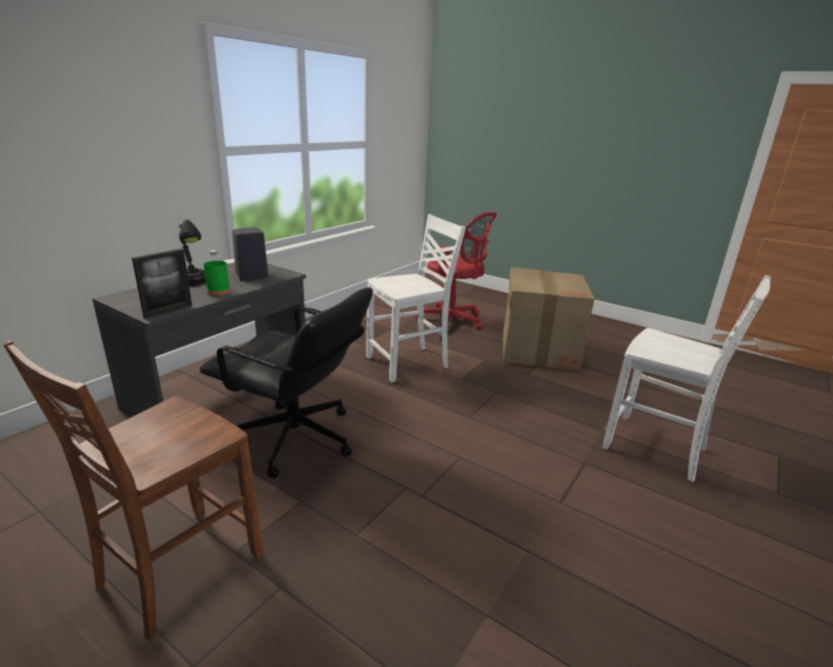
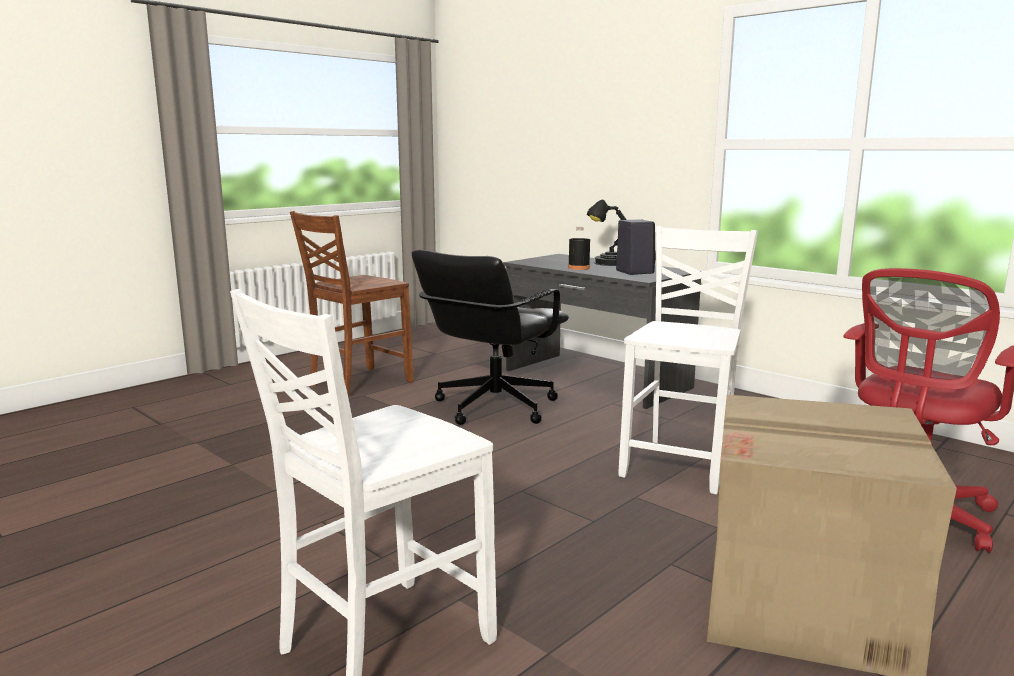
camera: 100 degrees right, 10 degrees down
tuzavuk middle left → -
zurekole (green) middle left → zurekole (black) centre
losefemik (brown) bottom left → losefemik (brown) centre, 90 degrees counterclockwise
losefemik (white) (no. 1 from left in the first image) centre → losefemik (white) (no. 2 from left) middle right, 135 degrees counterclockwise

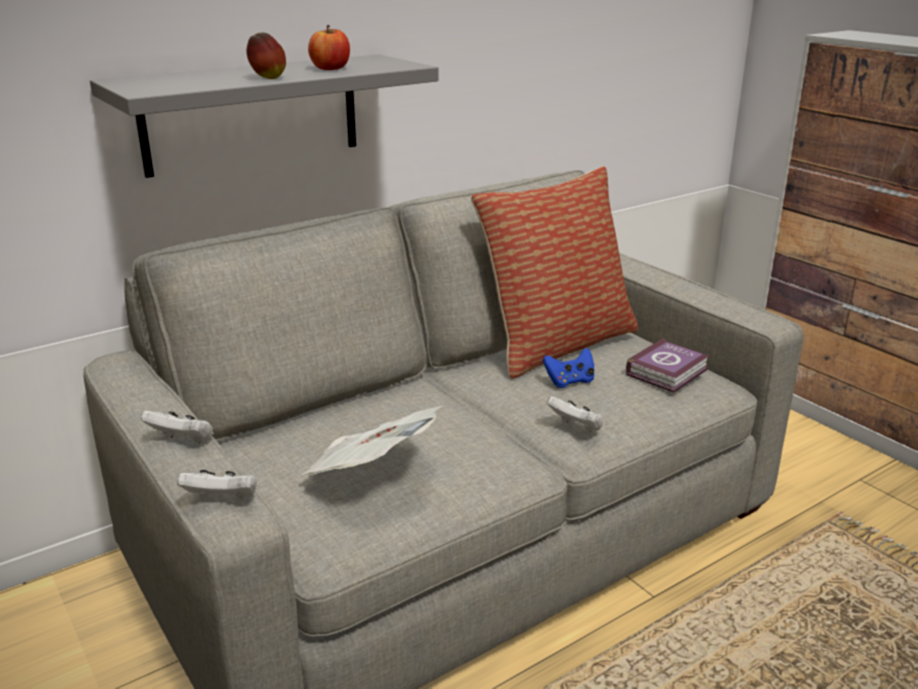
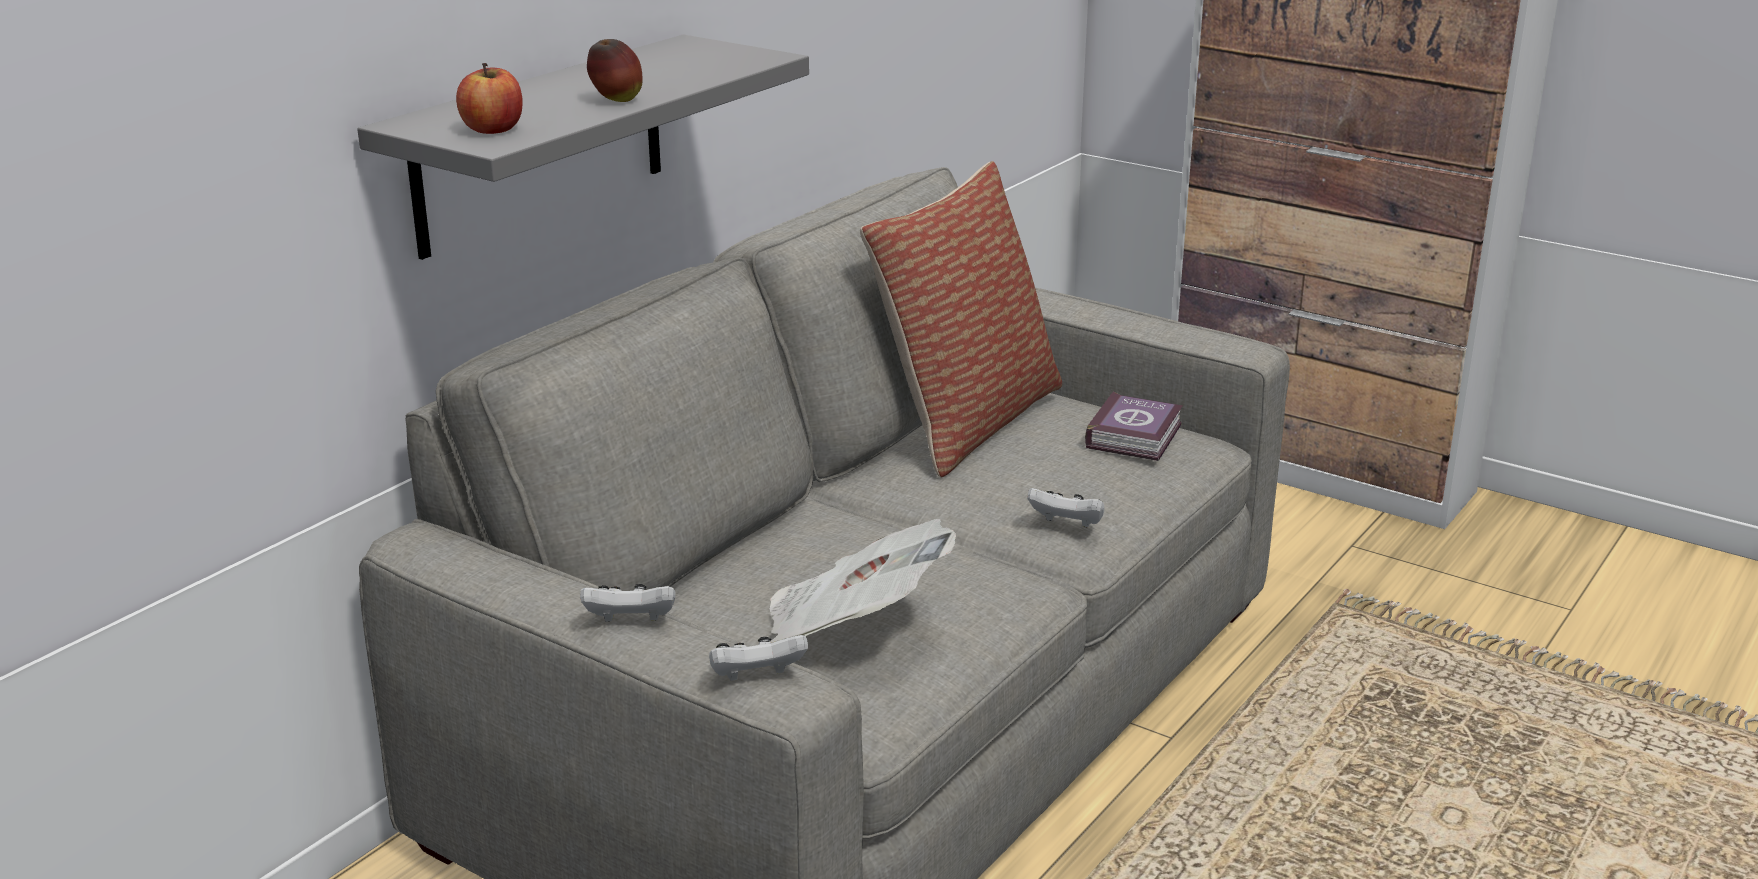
camera: 20 degrees left, 0 degrees up
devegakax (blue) centre → -
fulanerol (no. 2 from left in the first image) top centre → fulanerol (no. 1 from left) top left, shifted

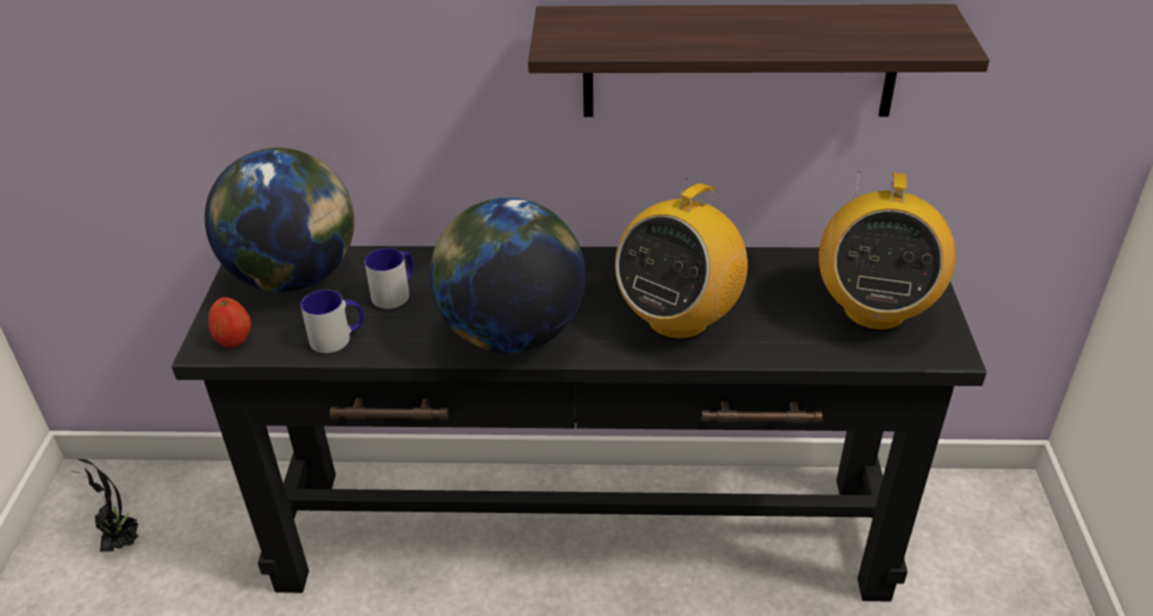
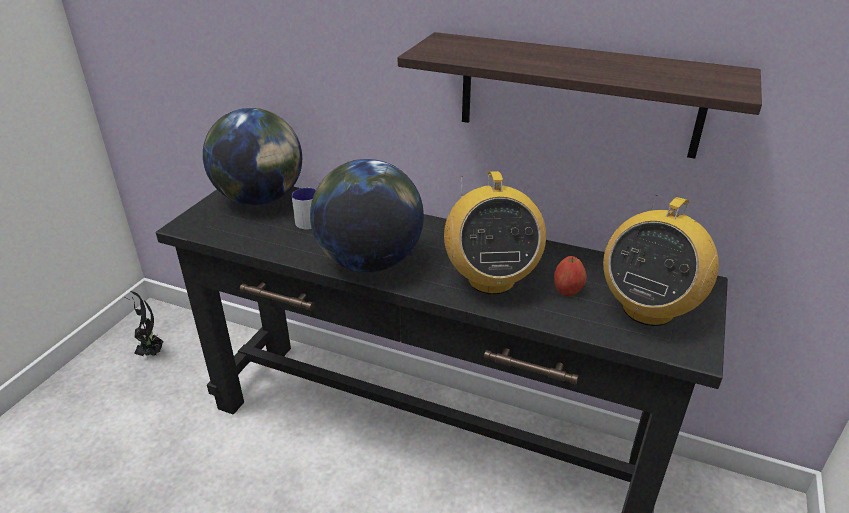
camera: 20 degrees right, 5 degrees down
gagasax (no. 1 from left) middle left → -
fulanerol middle left → fulanerol middle right, shifted
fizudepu (no. 1 from left) centre, 60 degrees counterclockwise

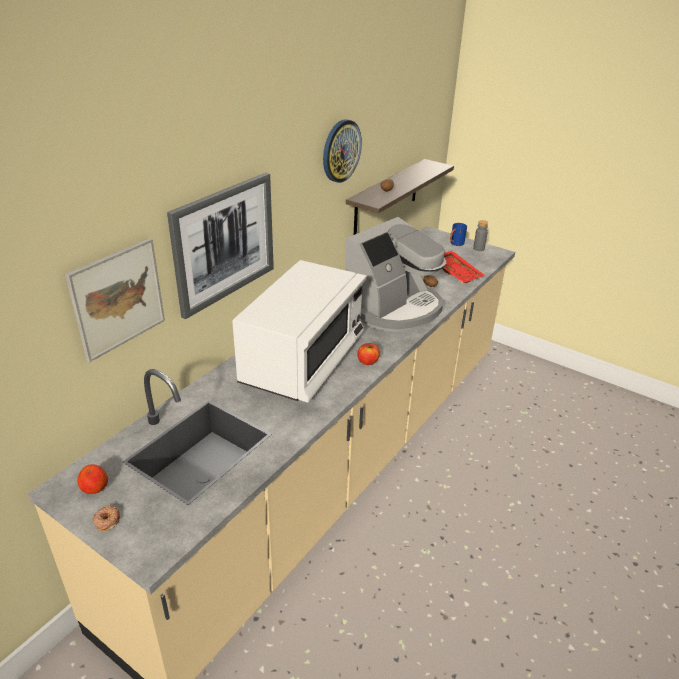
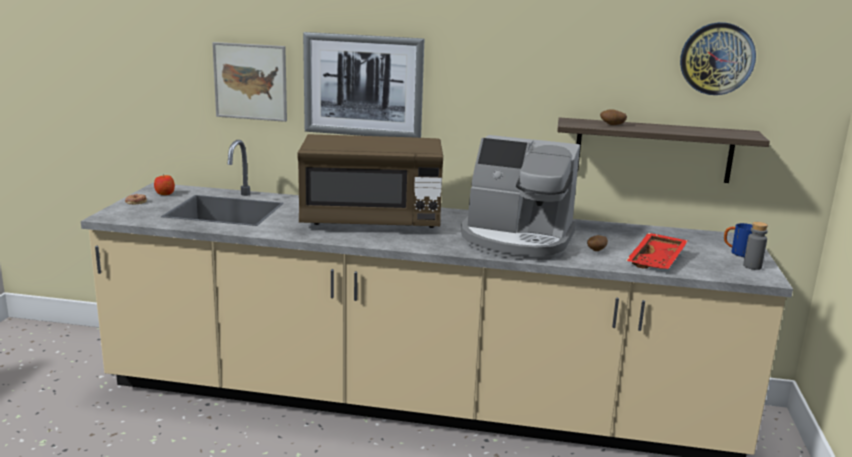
camera: 65 degrees right, 15 degrees down
fulanerol (no. 2 from left) centre → -
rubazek top centre → rubazek top right, shifted
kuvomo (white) centre → kuvomo (brown) centre

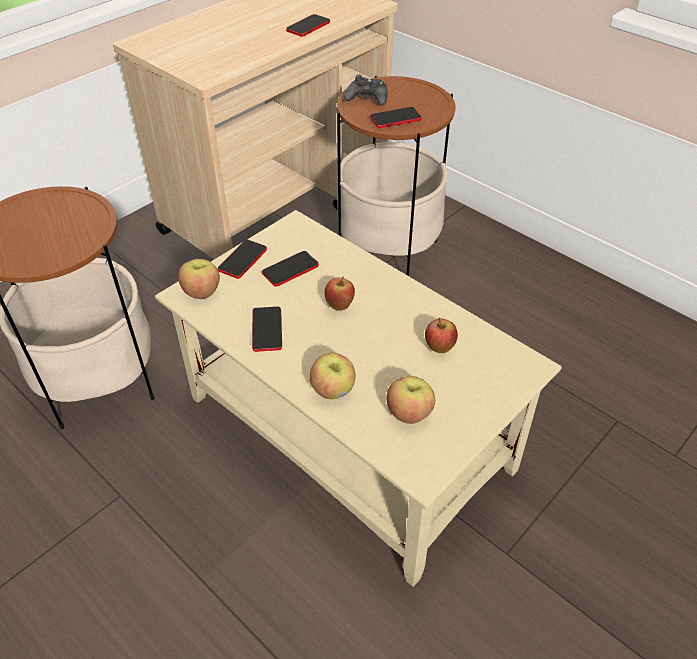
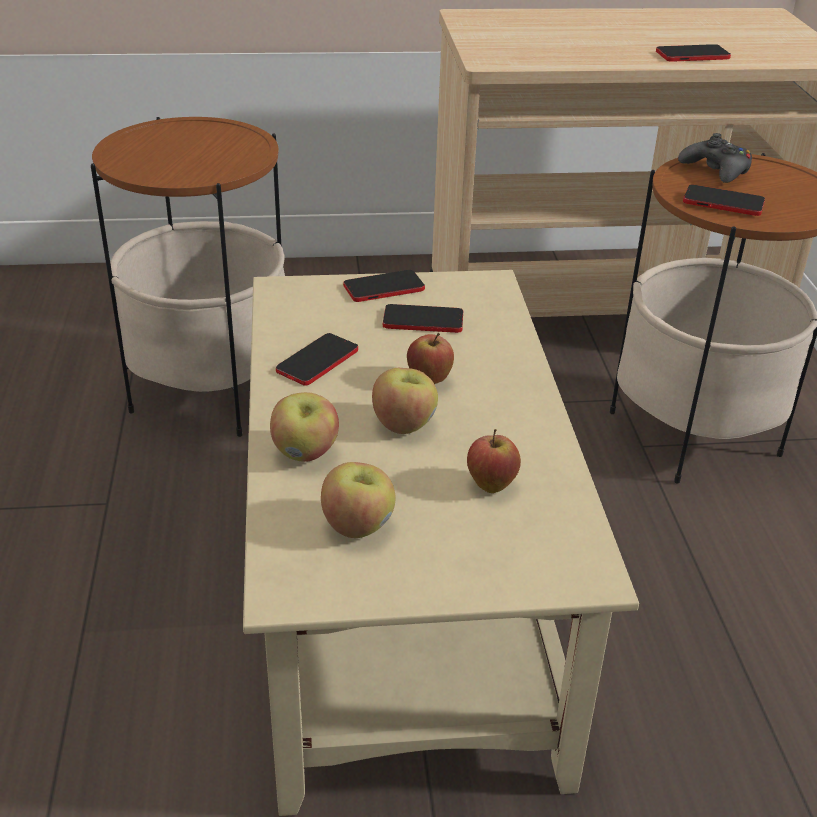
camera: 40 degrees right, 10 degrees down
fulanerol (no. 1 from left in the first image) middle left → fulanerol (no. 3 from left) centre, shifted

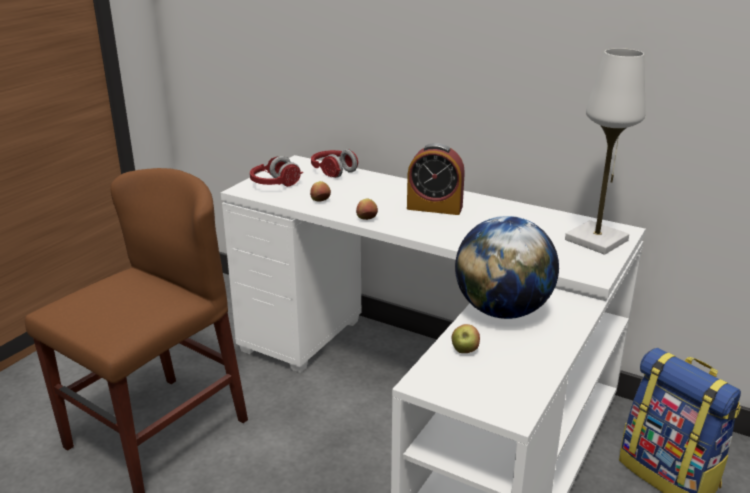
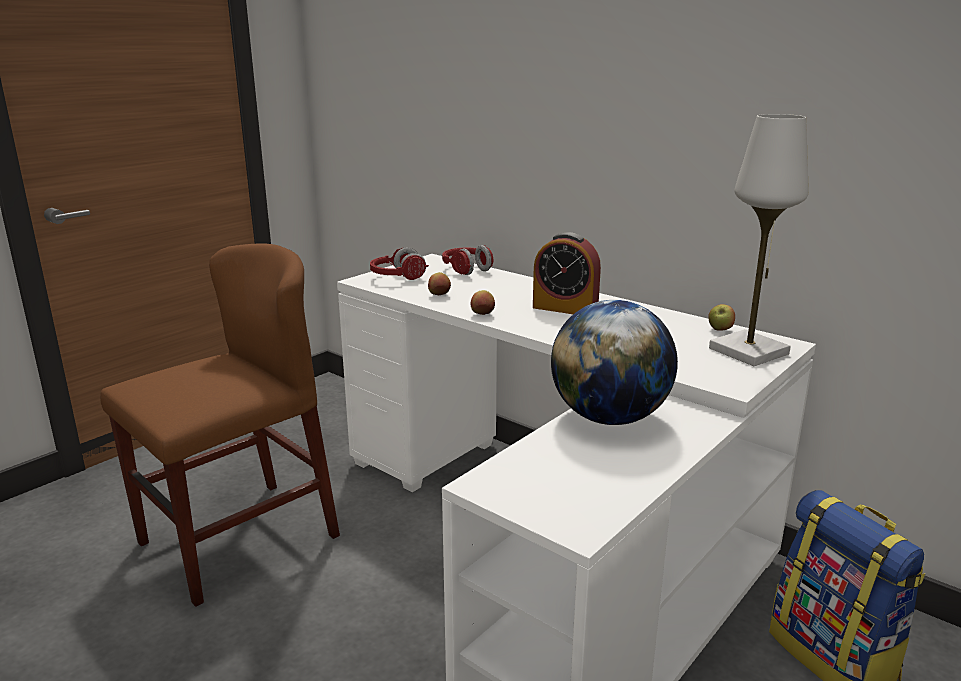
camera: 10 degrees right, 5 degrees down
fulanerol (no. 3 from left) bottom centre → fulanerol (no. 3 from left) middle right, shifted

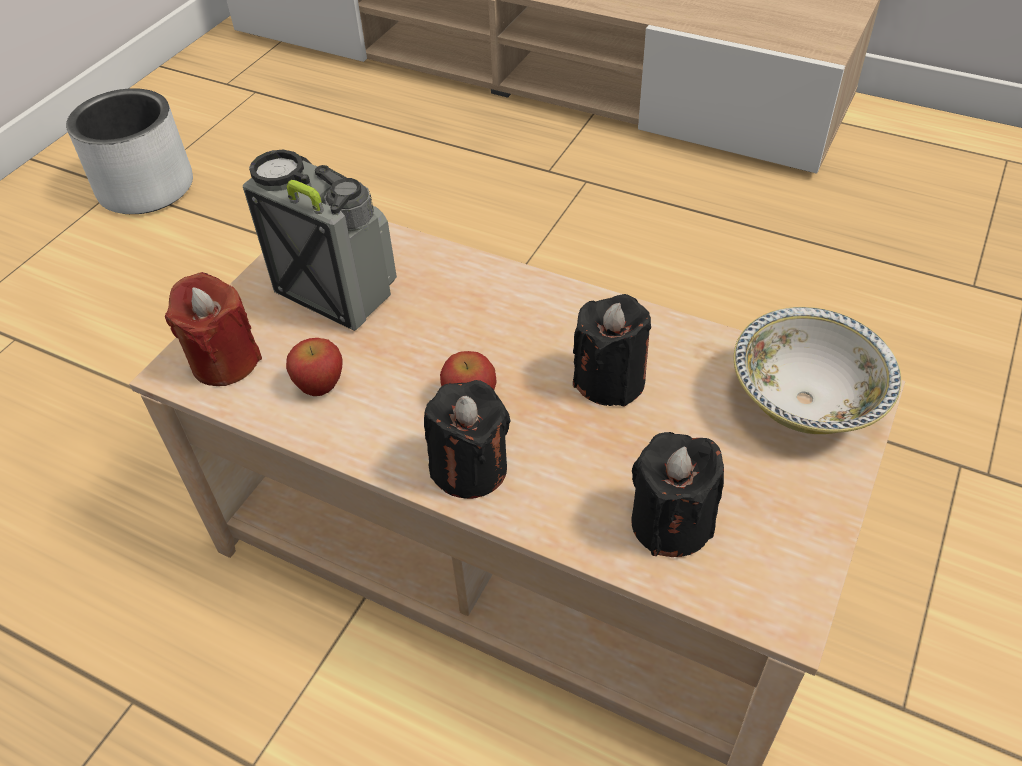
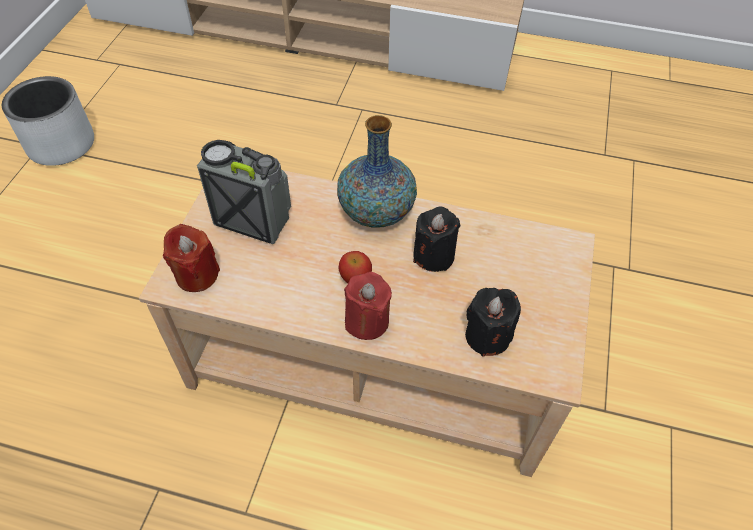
camera: 15 degrees left, 5 degrees up
fulanerol (no. 1 from left) middle left → -
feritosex middle right → -
- → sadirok top centre
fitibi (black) (no. 1 from left) centre → fitibi (red) (no. 2 from left) centre

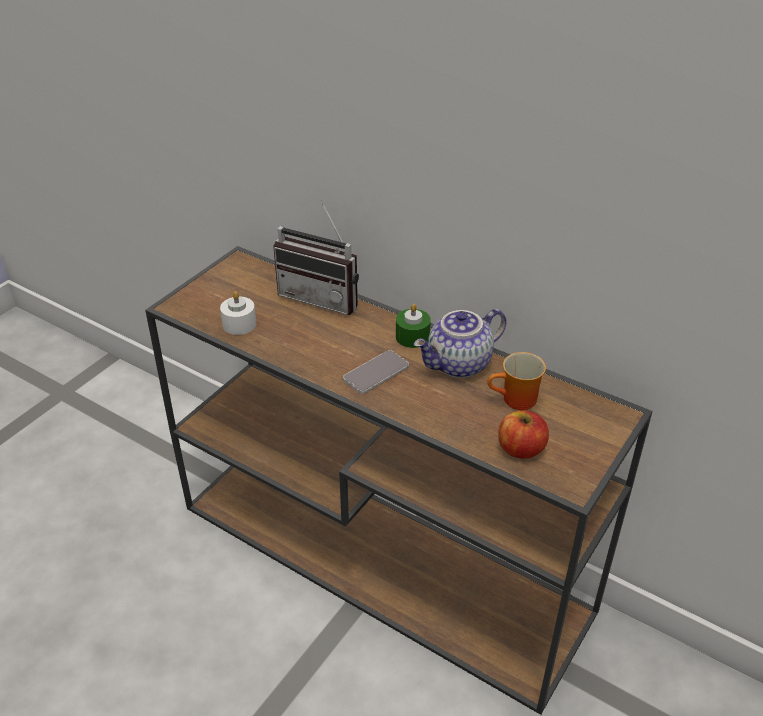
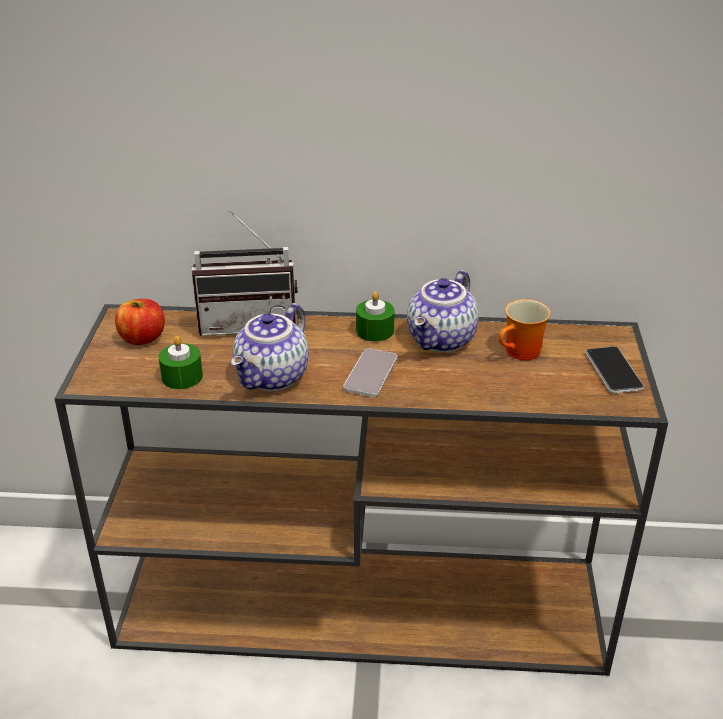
camera: 30 degrees left, 5 degrees down
- → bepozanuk (no. 1 from left) centre
- → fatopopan (no. 2 from left) middle right
fulanerol middle right → fulanerol middle left, shifted
fitibi (white) middle left → fitibi (green) (no. 1 from left) middle left

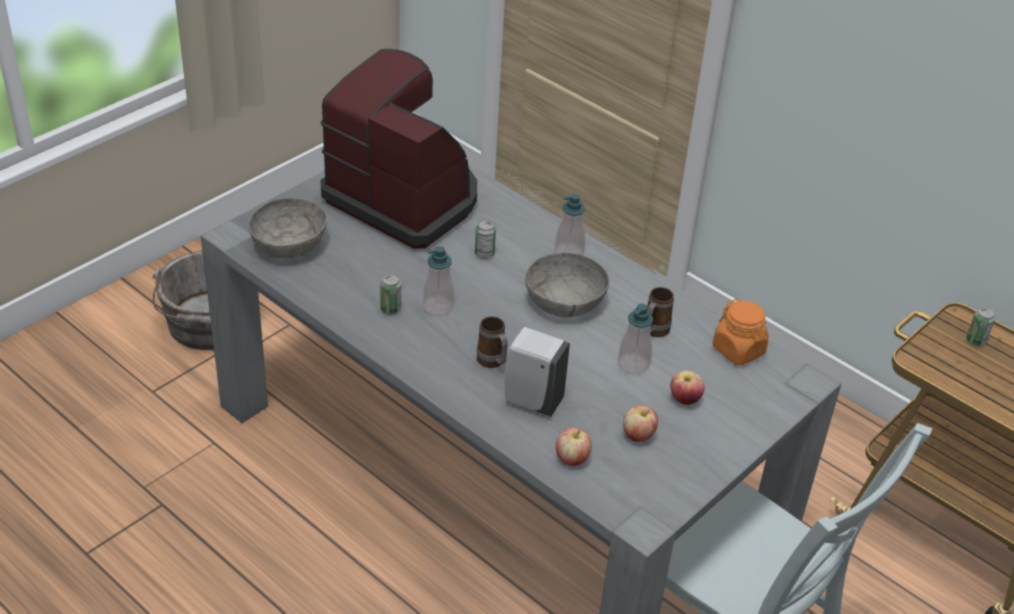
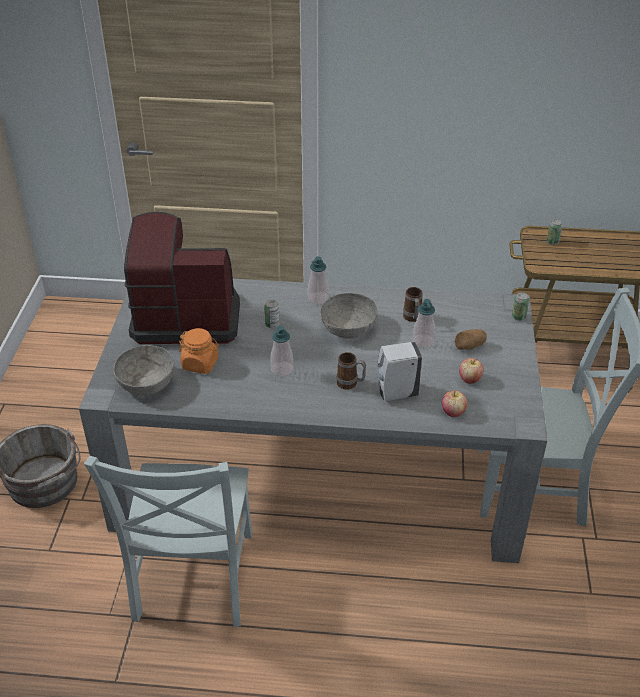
camera: 35 degrees left, 0 degrees up
- → losefemik (grey) (no. 1 from left) bottom left
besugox (no. 1 from left in the first image) centre → besugox (no. 2 from left) middle right, shifted
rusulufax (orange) middle right → rusulufax (orange) middle left, shifted
fulanerol (no. 3 from left) middle right → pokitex middle right

